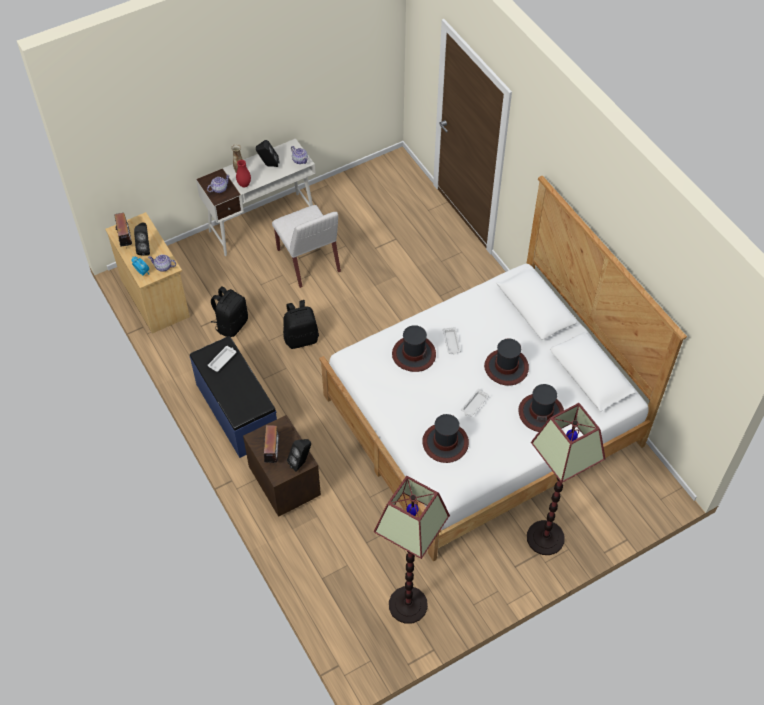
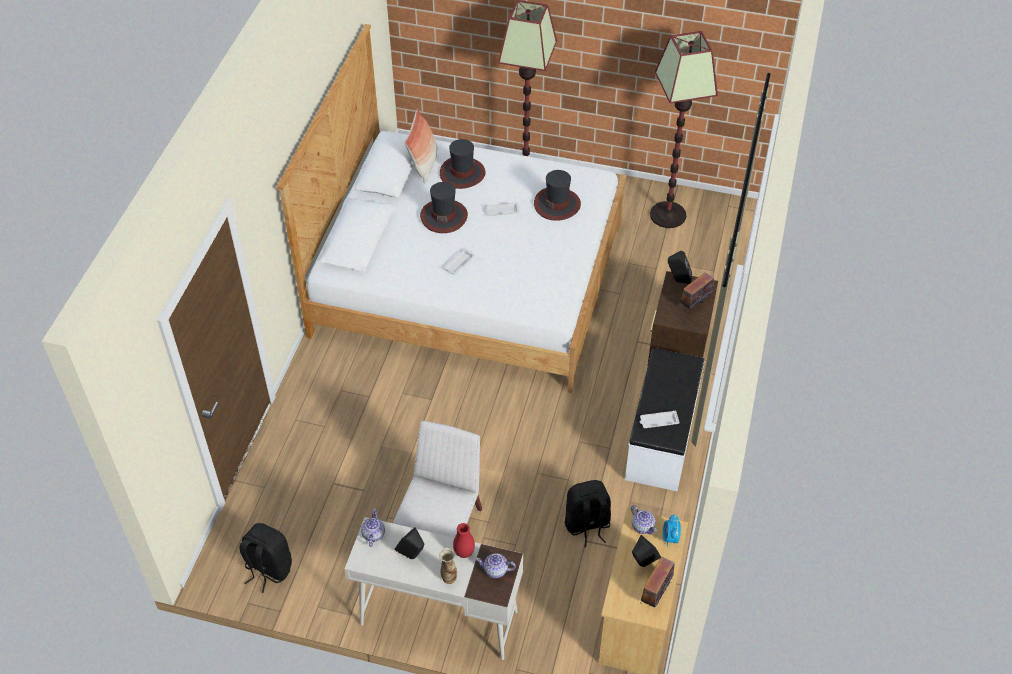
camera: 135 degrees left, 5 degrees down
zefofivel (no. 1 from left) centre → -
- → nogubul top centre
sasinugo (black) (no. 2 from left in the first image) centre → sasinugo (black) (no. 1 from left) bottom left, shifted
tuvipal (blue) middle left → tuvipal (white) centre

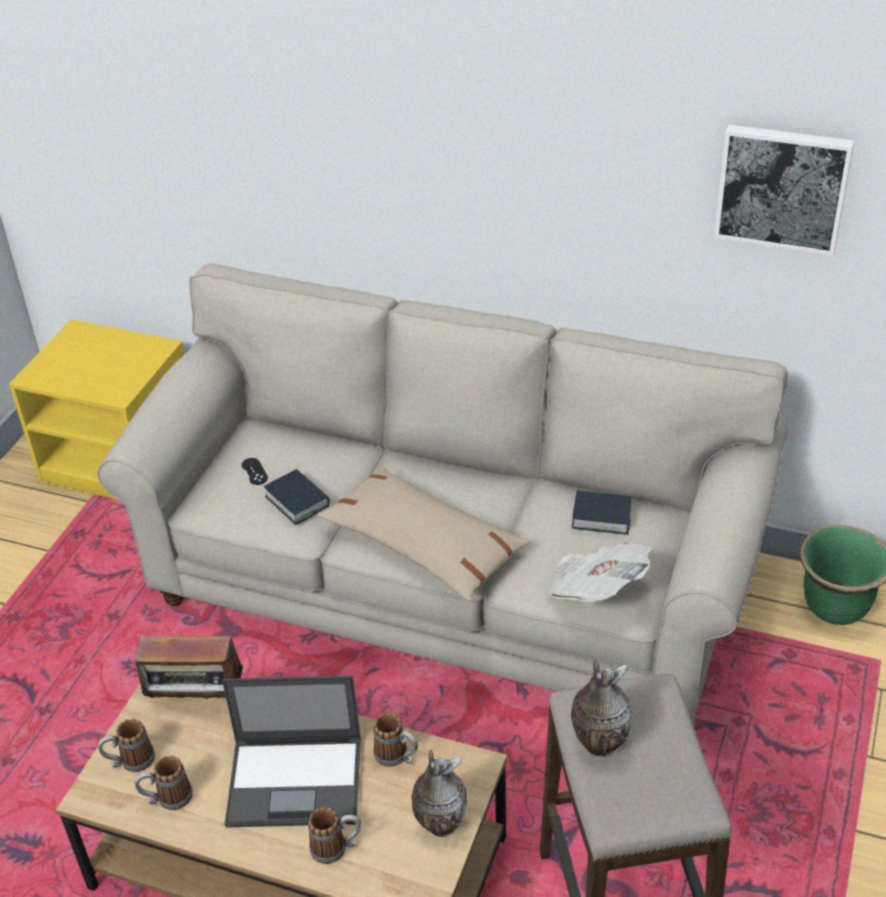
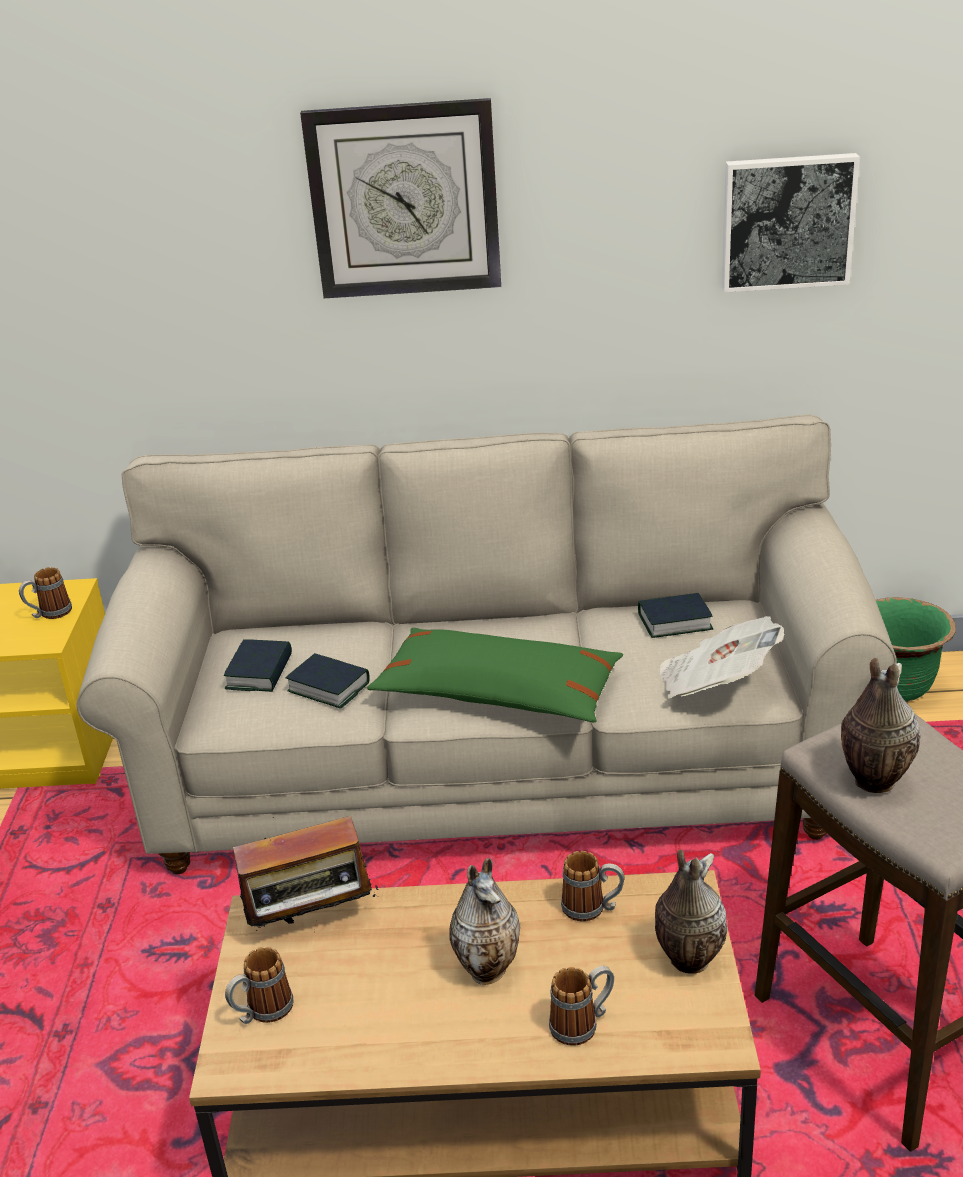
camera: 20 degrees left, 10 degrees down
- → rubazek top centre
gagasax (no. 2 from left in the first image) bottom left → gagasax (no. 1 from left) middle left, shifted
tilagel bottom left → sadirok (no. 1 from left) bottom centre
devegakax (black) middle left → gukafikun (no. 1 from left) middle left
nogubul (beige) centre → nogubul (green) centre

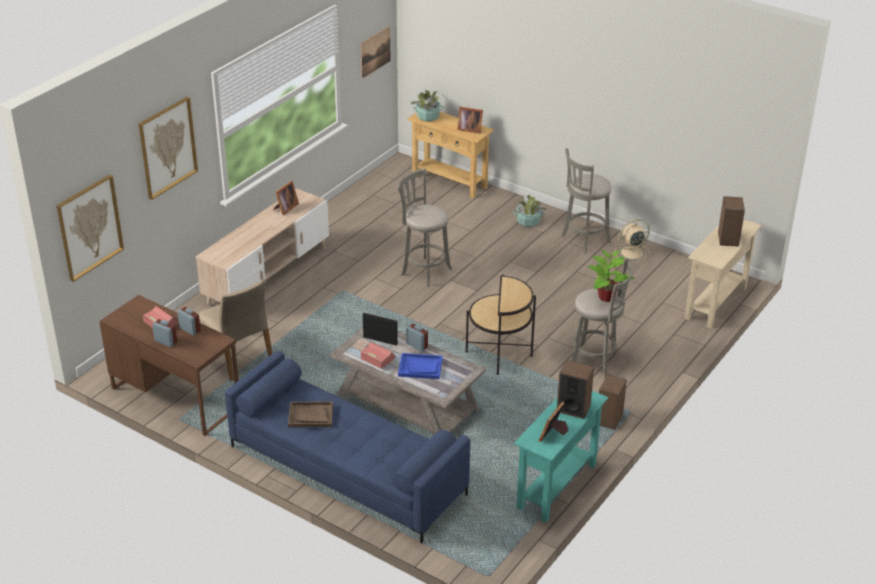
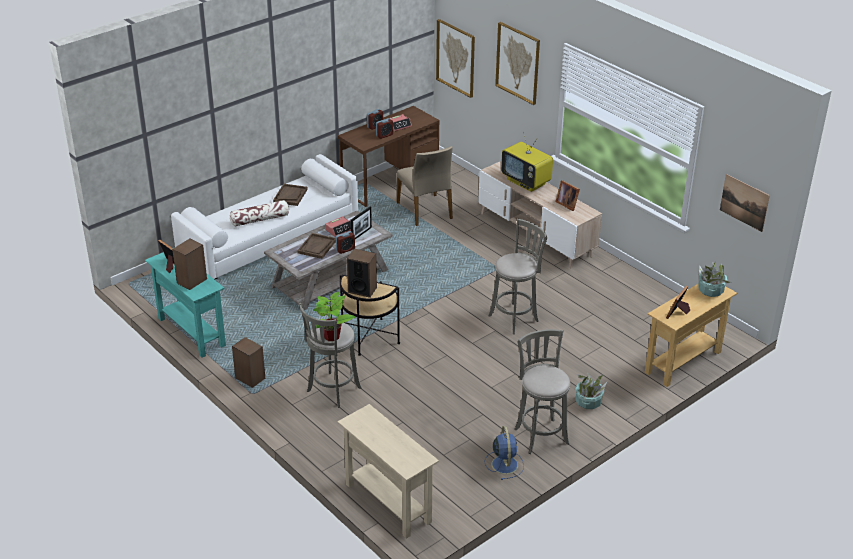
camera: 105 degrees right, 0 degrees up
- → nogubul middle left
- → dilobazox top centre
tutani (no. 3 from left) middle right → tutani (no. 3 from left) centre, shifted
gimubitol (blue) bottom centre → gimubitol (white) middle left
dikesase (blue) centre → dikesase (brown) (no. 2 from left) centre
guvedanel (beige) middle right → guvedanel (blue) bottom centre
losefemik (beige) middle left → losefemik (beige) top centre, 90 degrees counterclockwise

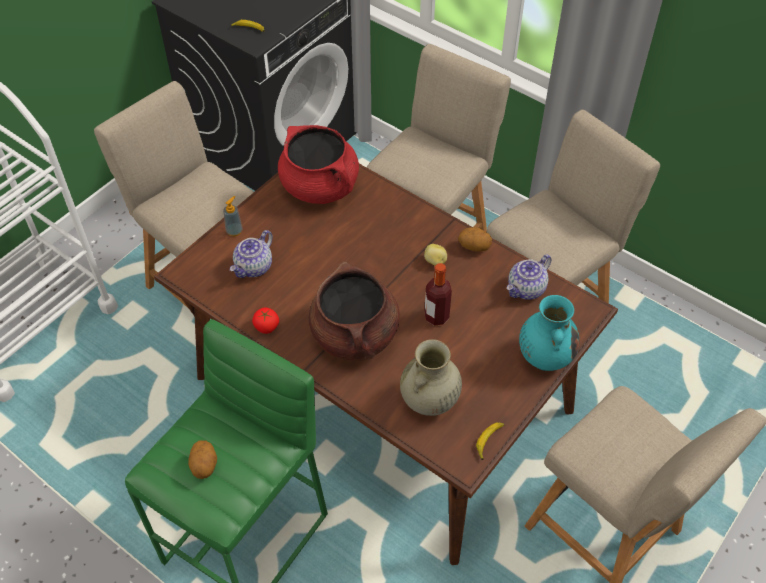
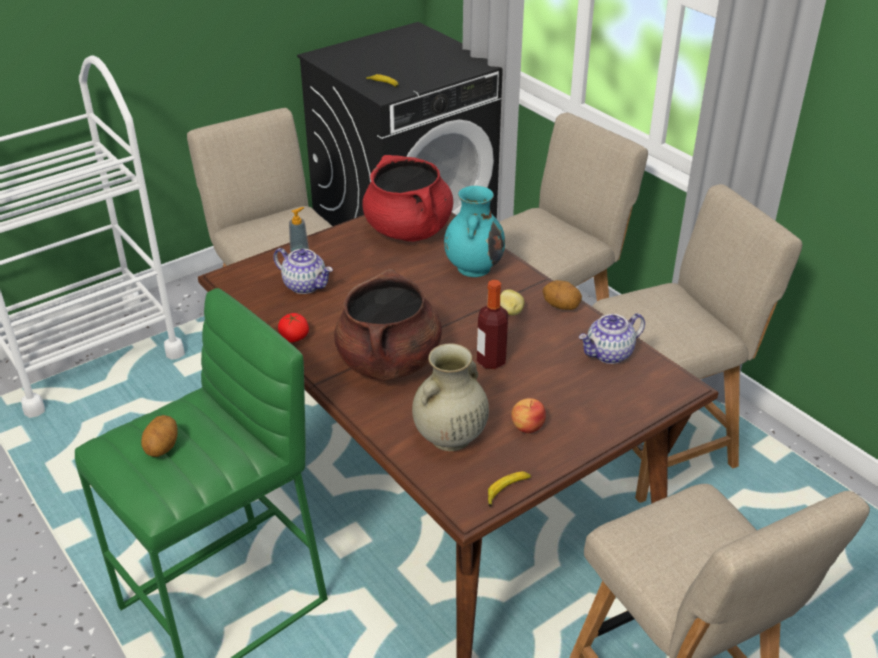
camera: 15 degrees right, 15 degrees down
- → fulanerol centre
sadirok (turquoise) middle right → sadirok (turquoise) centre, shifted
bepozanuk (no. 1 from left) middle left → bepozanuk (no. 1 from left) centre, 105 degrees counterclockwise

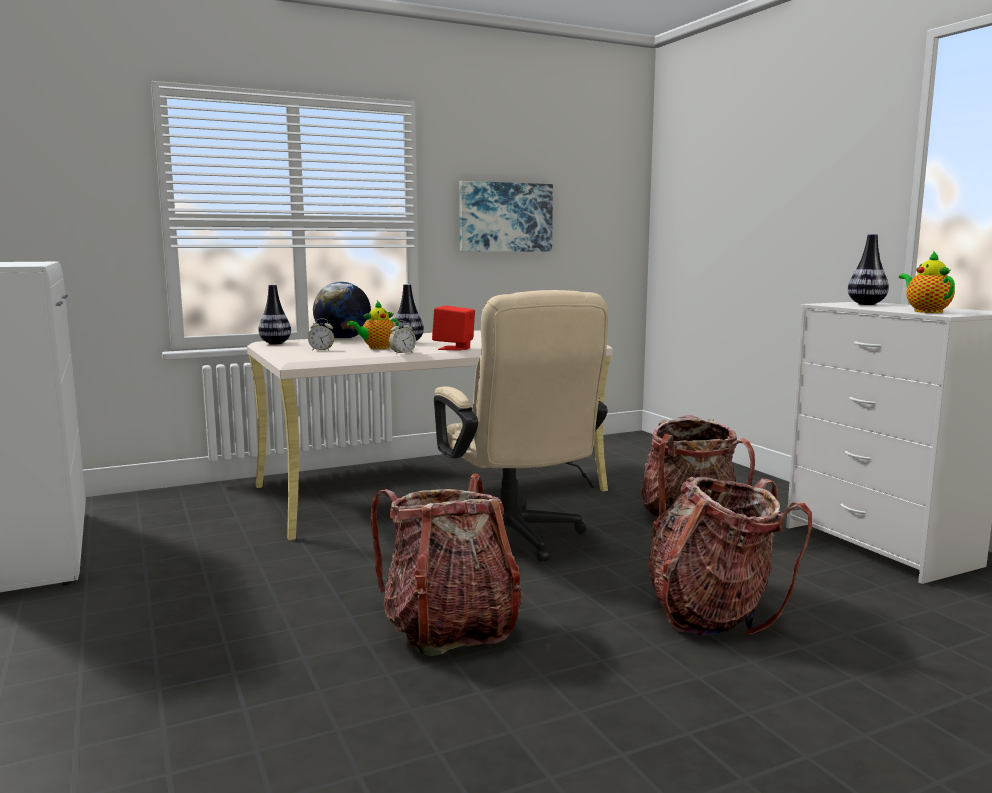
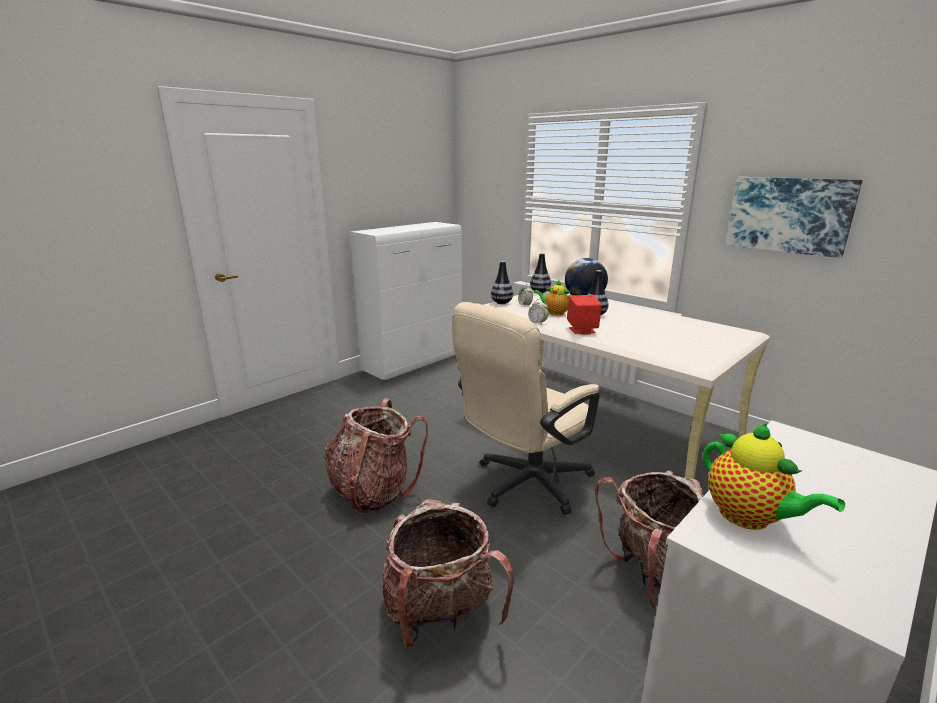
camera: 70 degrees right, 10 degrees up
sadirok (no. 3 from left in the first image) middle right → sadirok (no. 1 from left) centre, shifted
bepozanuk (no. 2 from left) middle right → bepozanuk (no. 2 from left) bottom right, 90 degrees clockwise

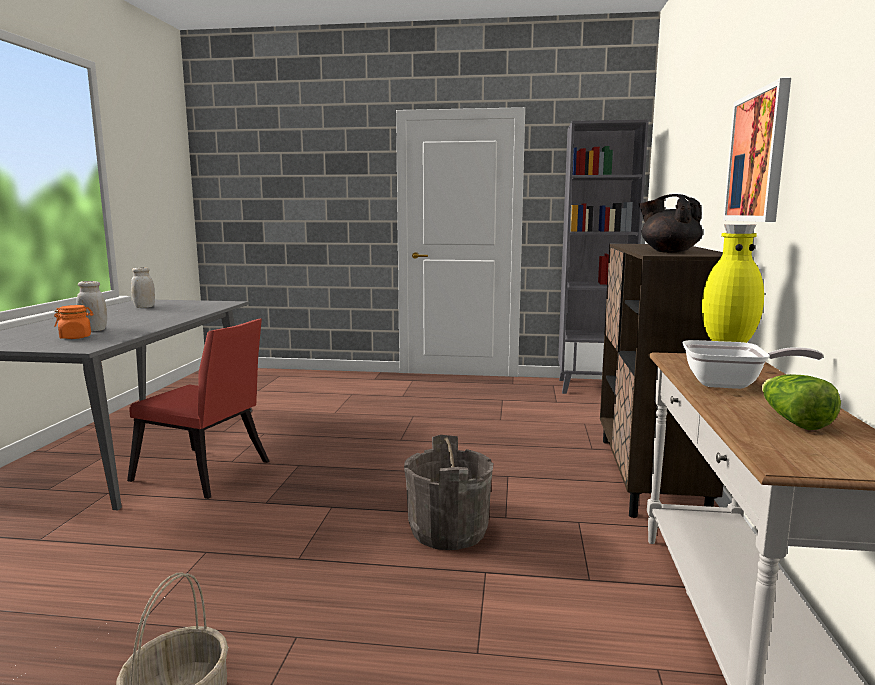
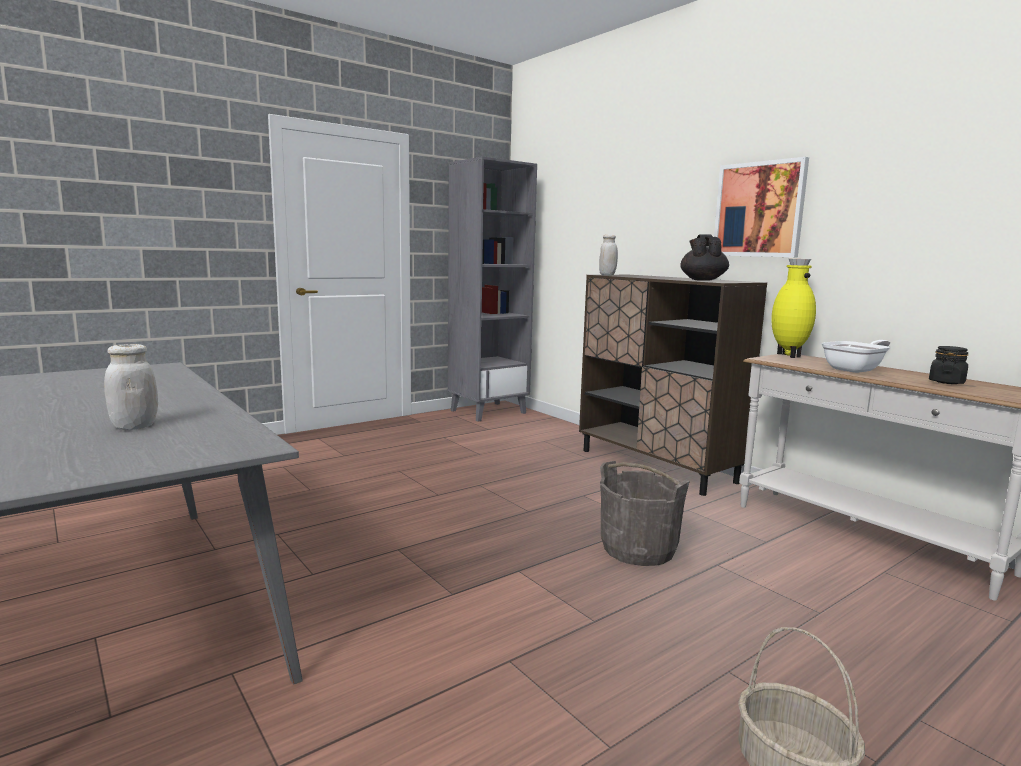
camera: 45 degrees left, 0 degrees up
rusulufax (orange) middle left → -
losefemik (red) middle left → -
rusulufax (white) (no. 2 from left) middle left → rusulufax (white) (no. 2 from left) top centre, shifted
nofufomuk middle right → rusulufax (black) middle right
bepozanuk (black) top right → bepozanuk (black) middle right, 90 degrees clockwise

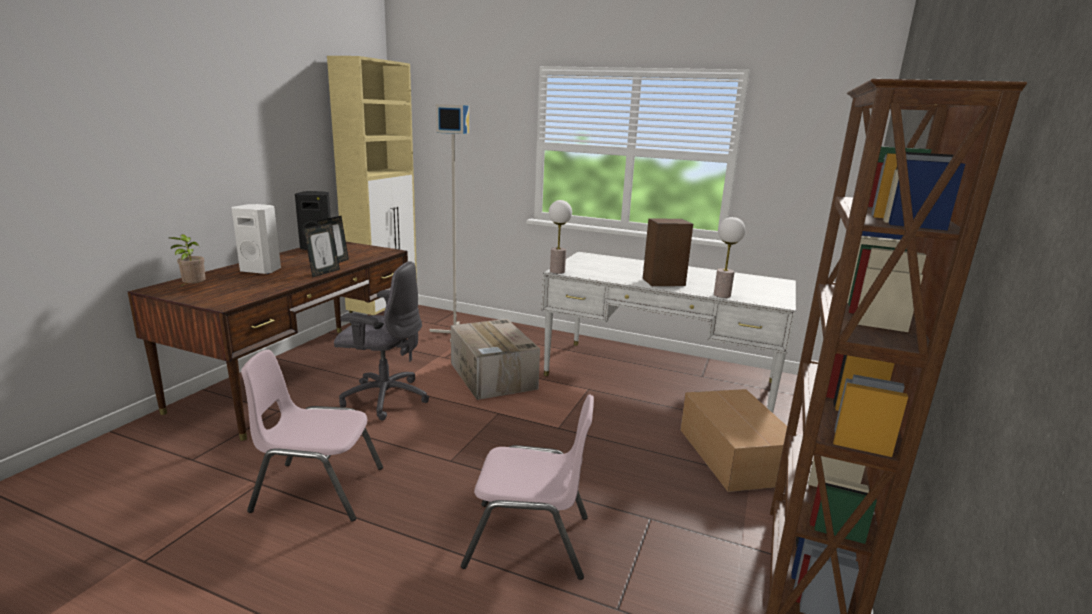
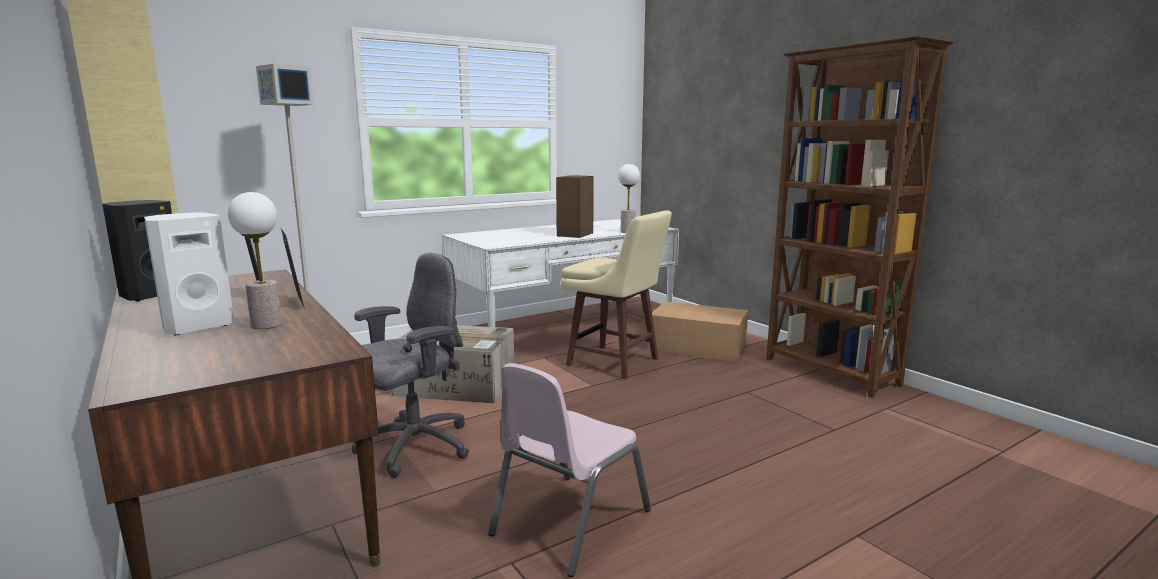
camera: 55 degrees left, 5 degrees down
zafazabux middle left → -
losefemik (pink) (no. 2 from left) bottom centre → -
- → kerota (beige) centre
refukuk (no. 1 from left) centre → refukuk (no. 1 from left) middle left, shifted

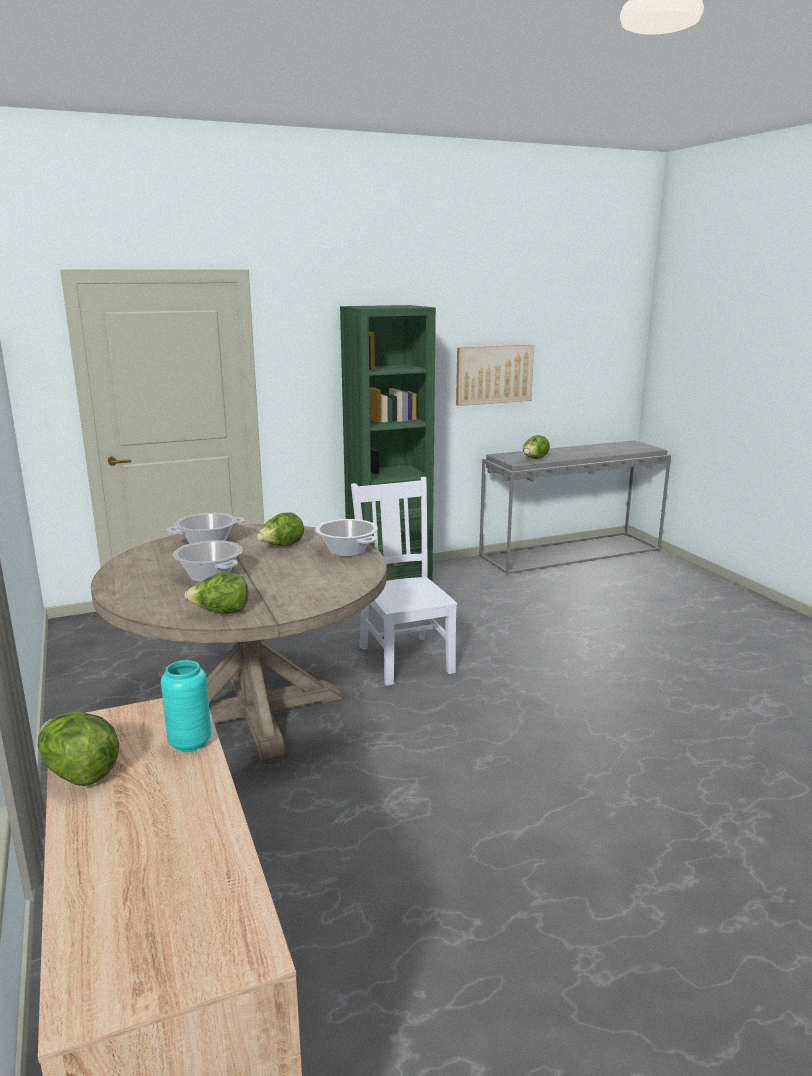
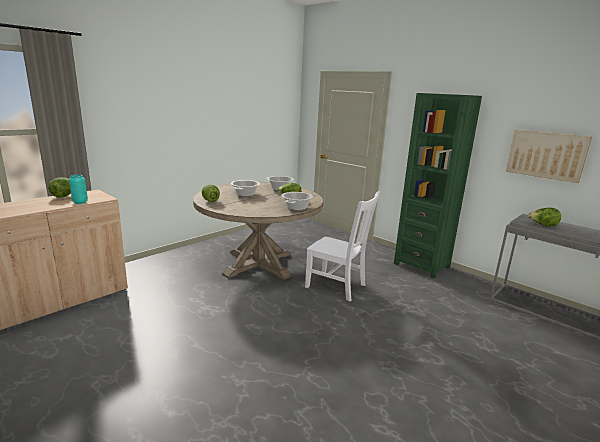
camera: 65 degrees right, 0 degrees up
losefemik (white) centre, 75 degrees clockwise

